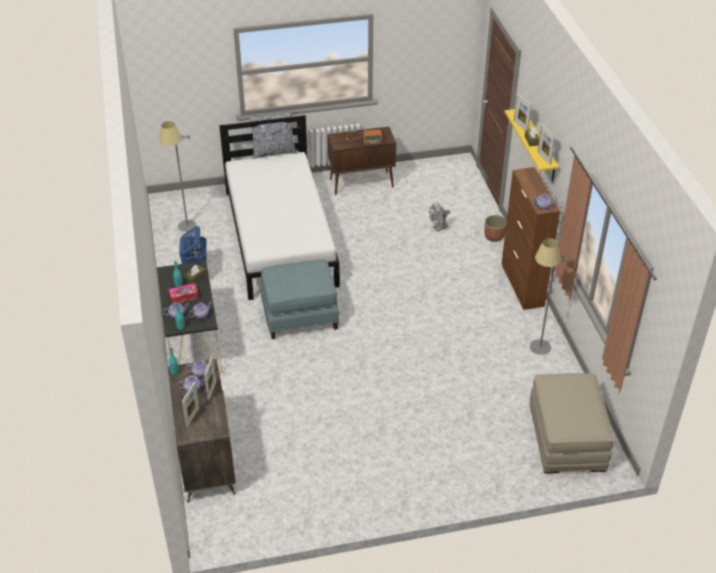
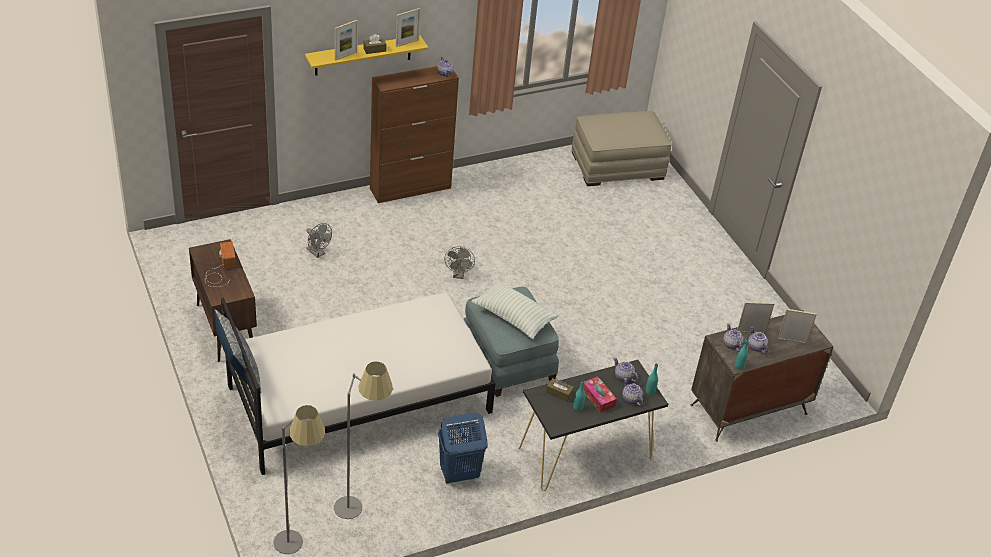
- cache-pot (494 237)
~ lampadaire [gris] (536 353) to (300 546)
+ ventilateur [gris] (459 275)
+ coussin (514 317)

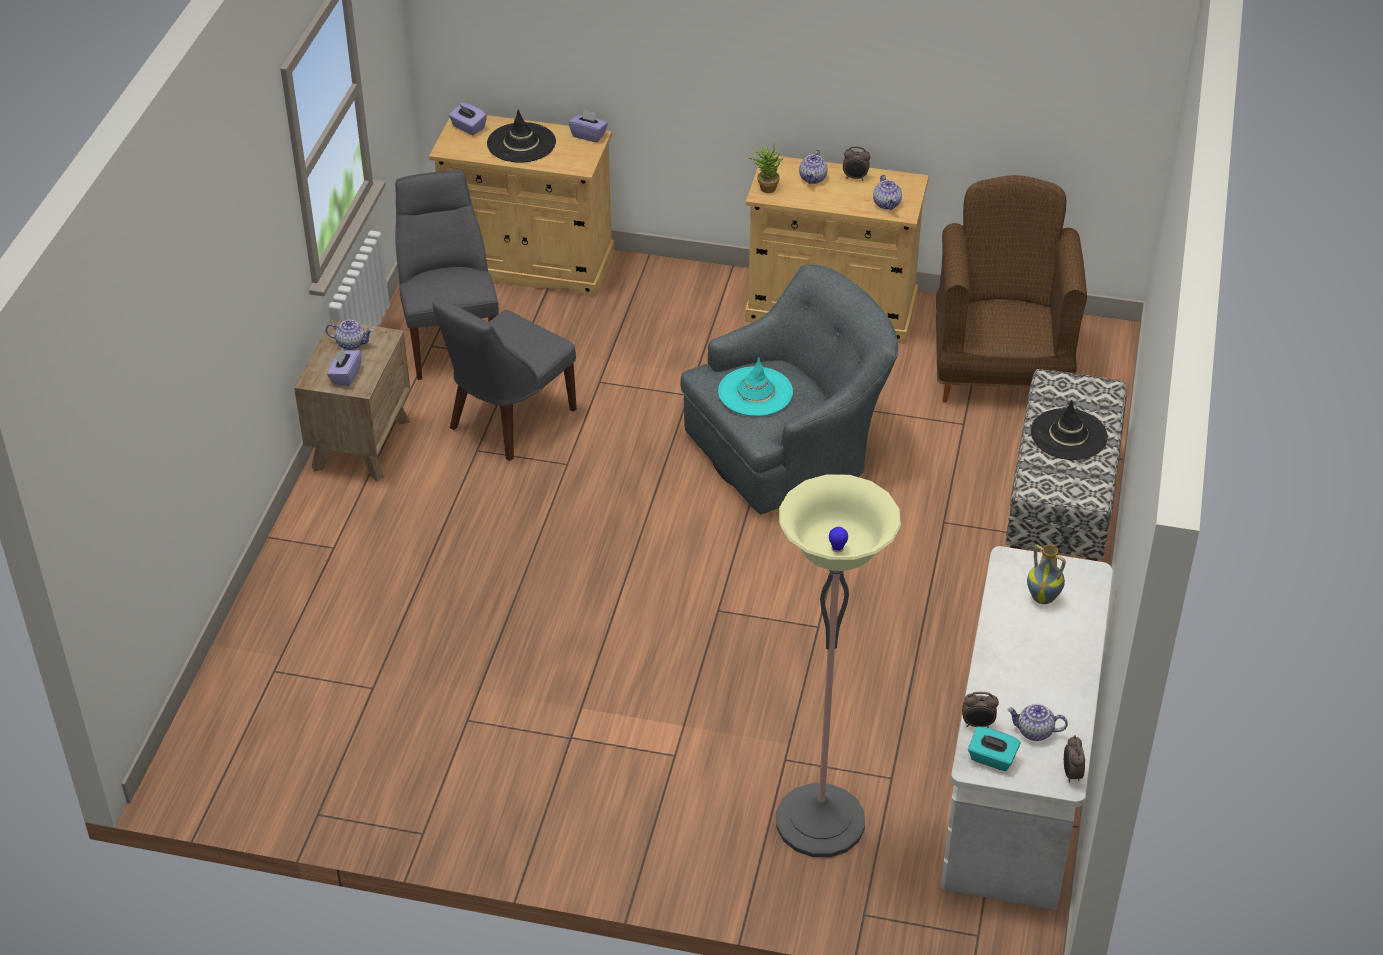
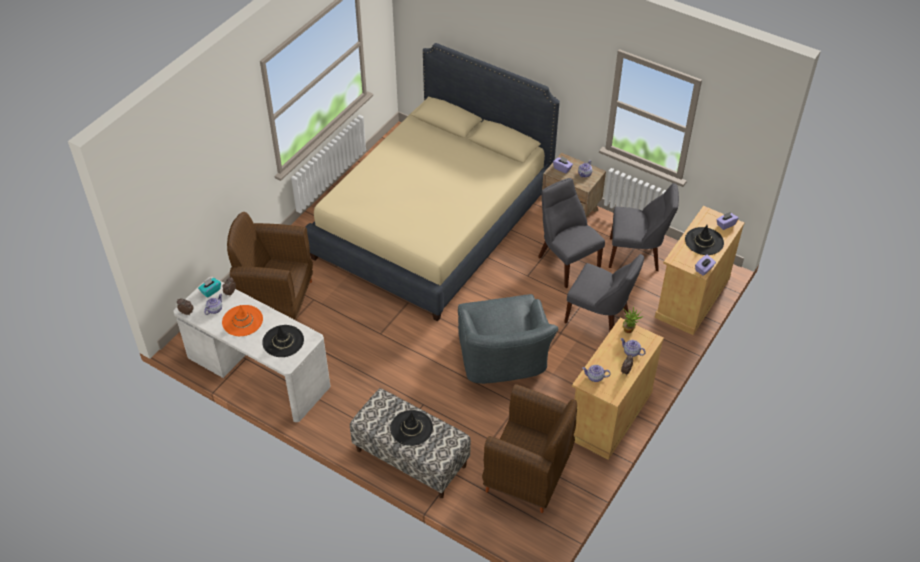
- chapeau [turquoise] (755 392)
~ lampadaire (820 821) to fauteuil [marron] (276 300)
~ vase (1043 597) to chapeau [noir] (283 341)
+ chapeau [orange] (242 321)
+ lit [beige] (434 223)
+ chaise [gris] (599 318)

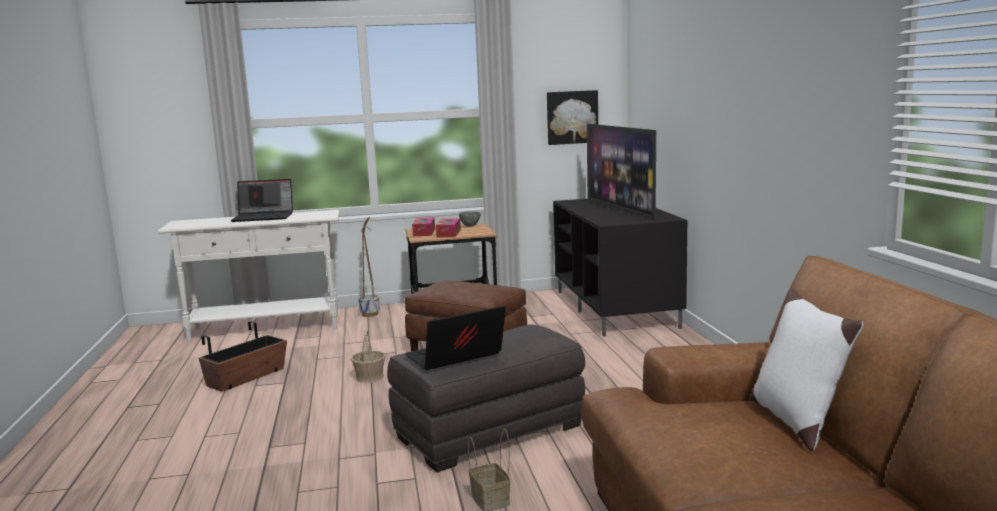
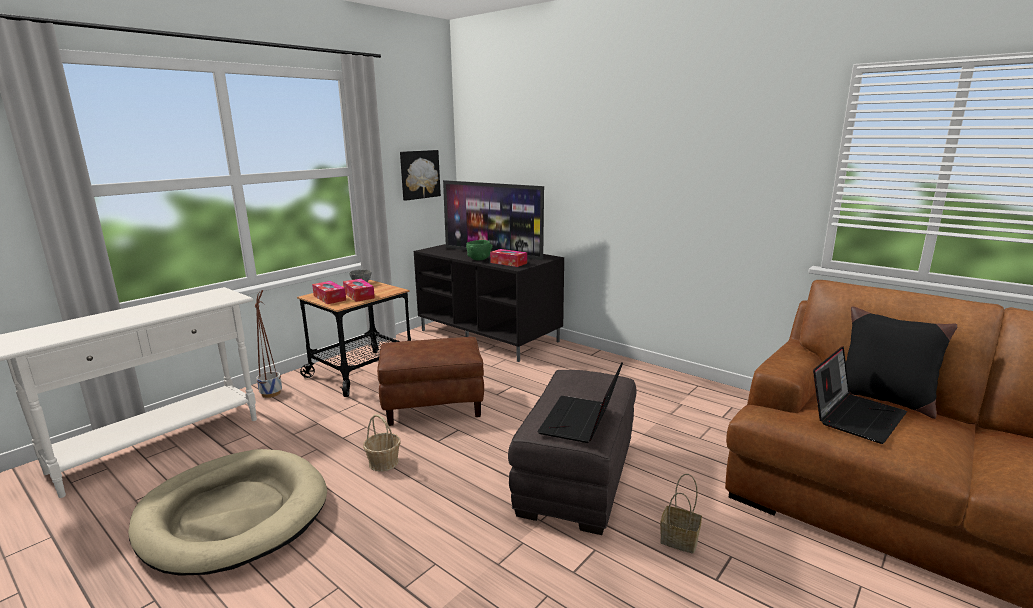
~ cache-pot (246 377) to panier pour chien [beige] (233 514)
~ ordinateur portable (264 217) to (855 416)
~ coussin [blanc] (796 421) to coussin [noir] (883 399)
+ bol [vert] (479 259)
+ boîte à mouchoirs (508 263)

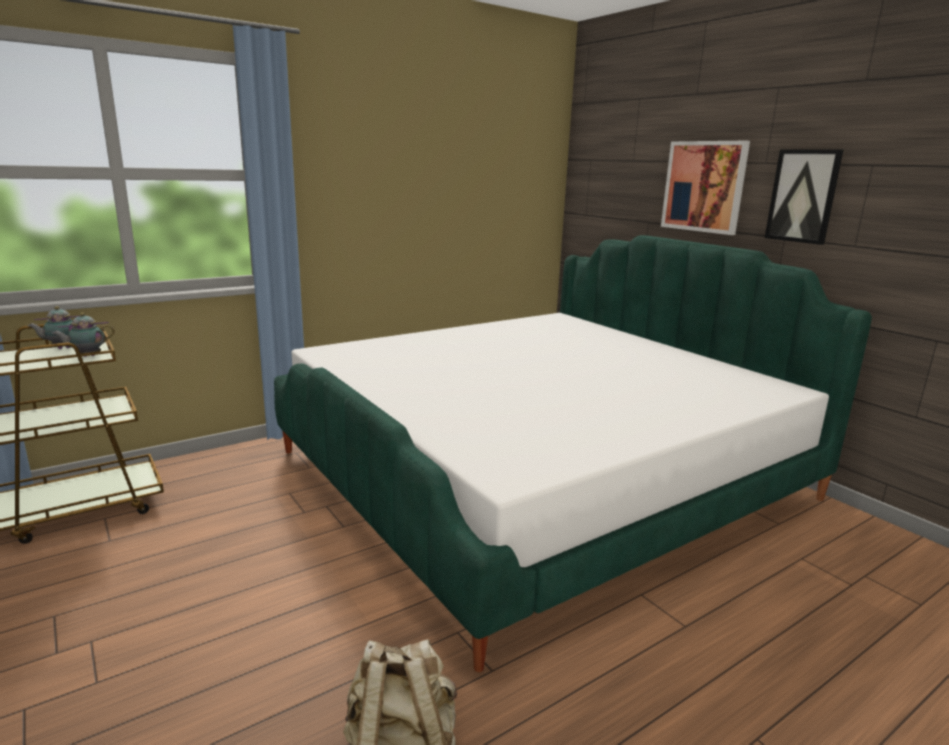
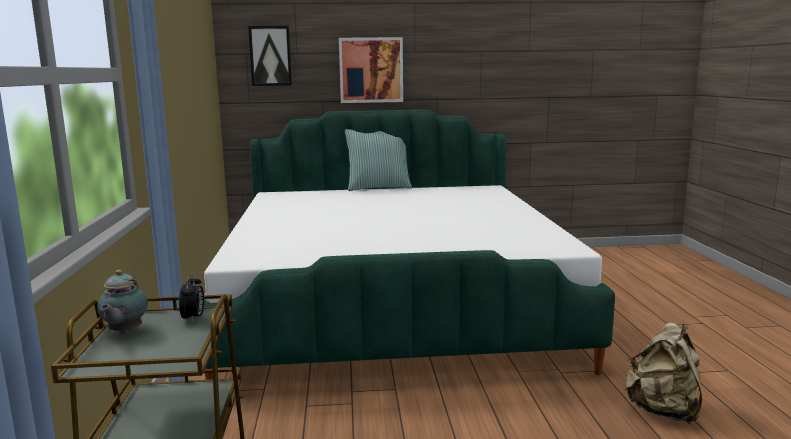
~ théière (87 356) to réveil (193 318)
~ tableau (803 196) to (270 56)
+ coussin (378 188)

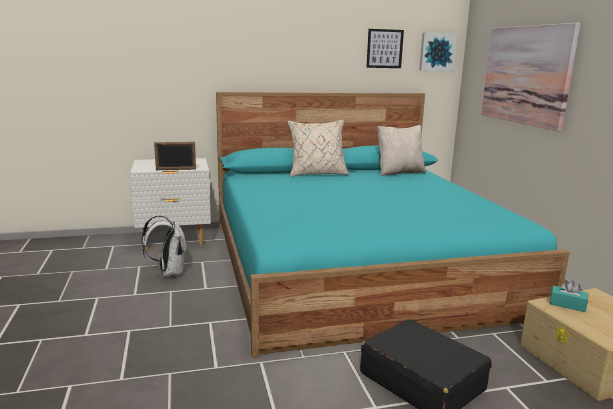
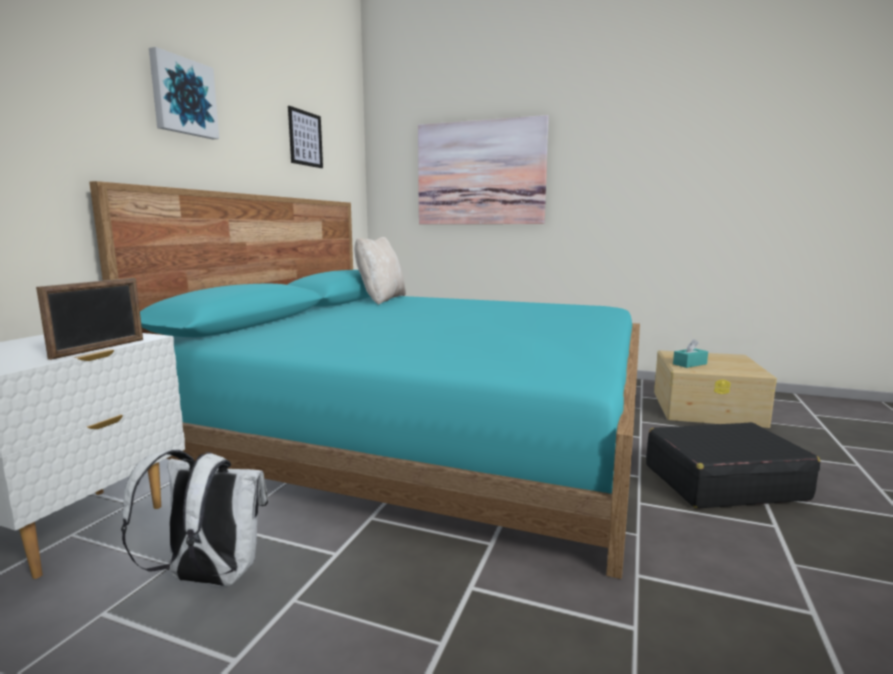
- coussin [beige] (317 174)
~ tableau (437 52) to (183 97)

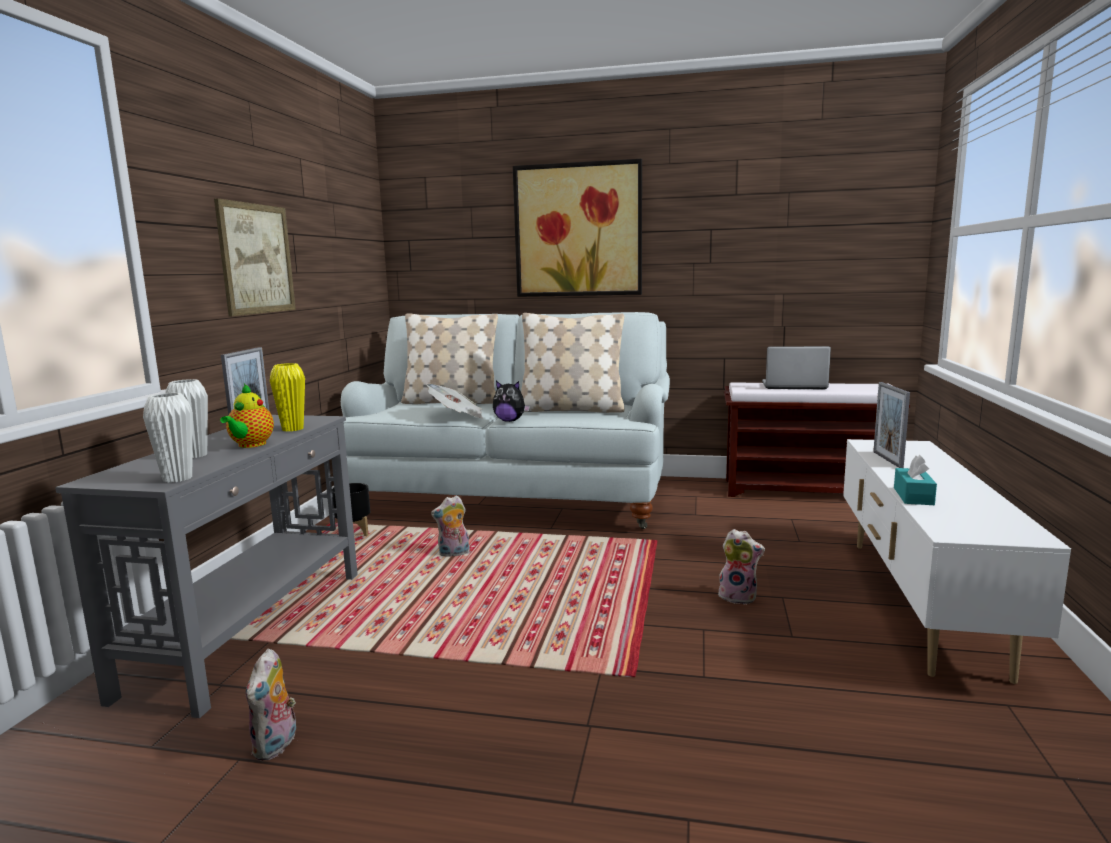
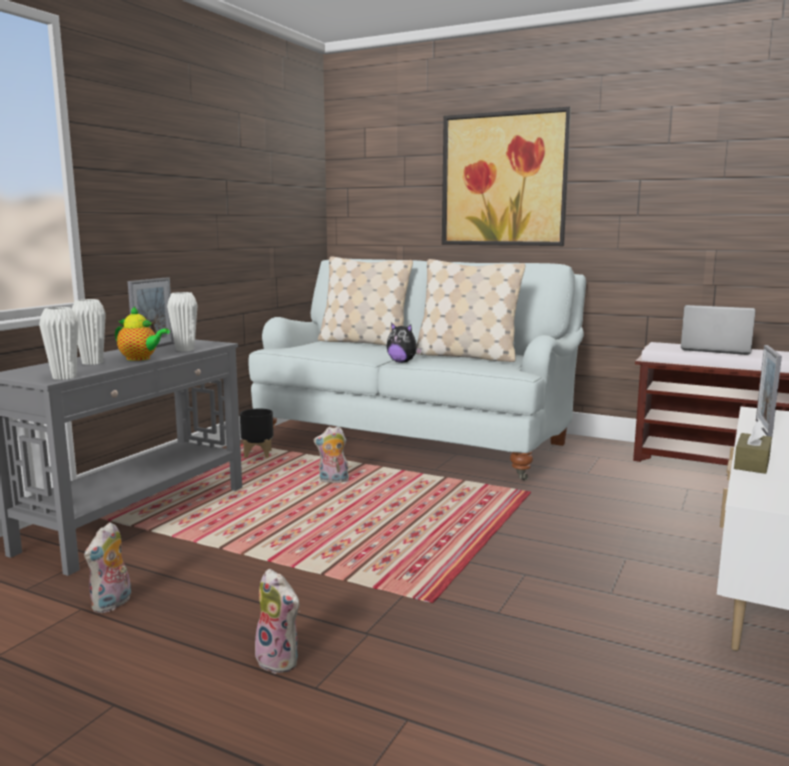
- tableau (256 259)
~ théière (250 445) = (140 359) 90 degrees counterclockwise
~ vase [jaune] (292 429) to vase [blanc] (185 350)
- journal (457 416)
~ peluche (739 597) to (281 660)
~ boîte à mouchoirs [turquoise] (913 496) to boîte à mouchoirs [marron] (752 463)

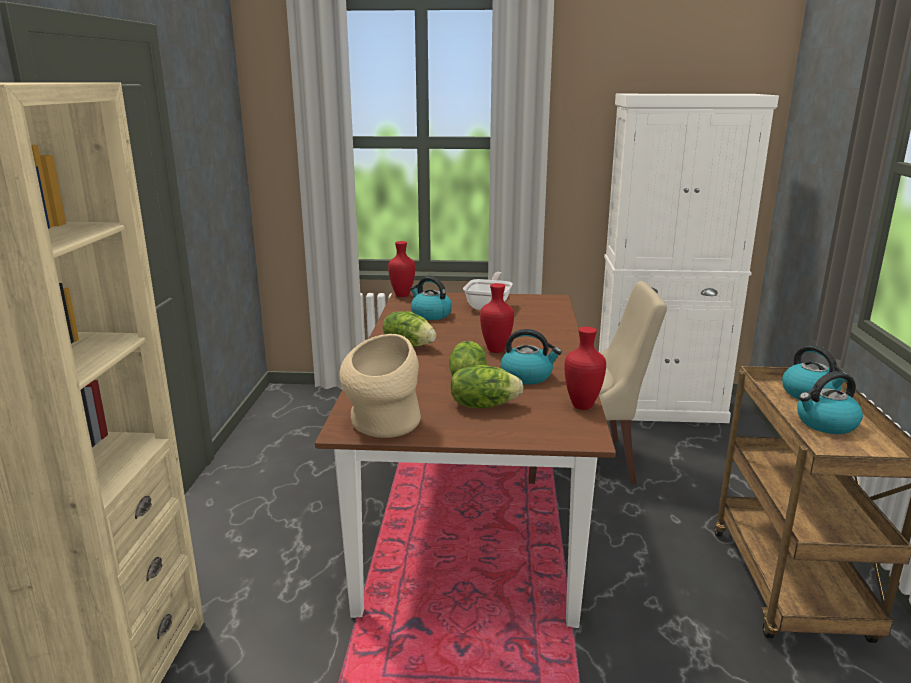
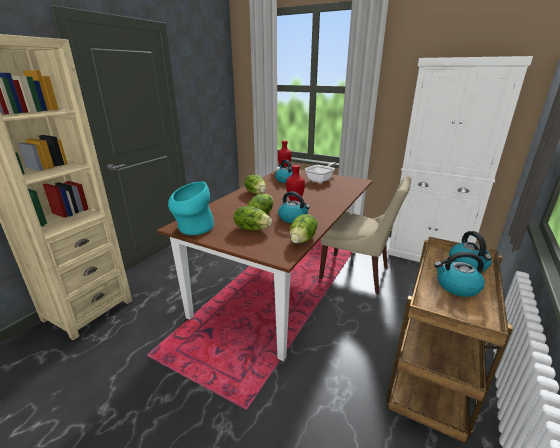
~ vase [beige] (382 426) to vase [turquoise] (193 229)
~ vase [rouge] (583 406) to laitue (303 240)

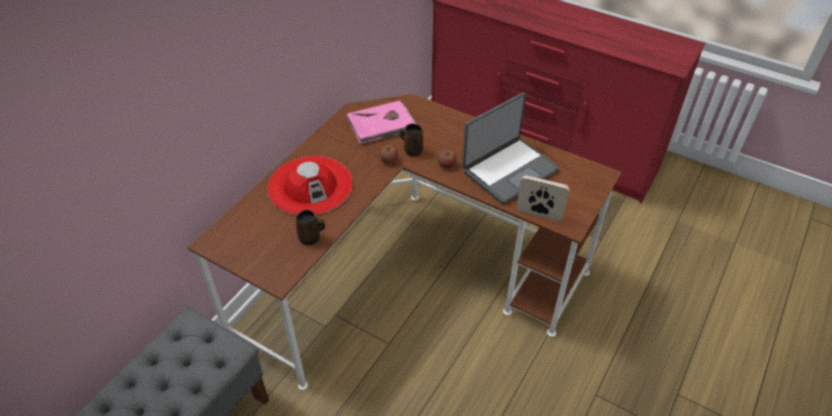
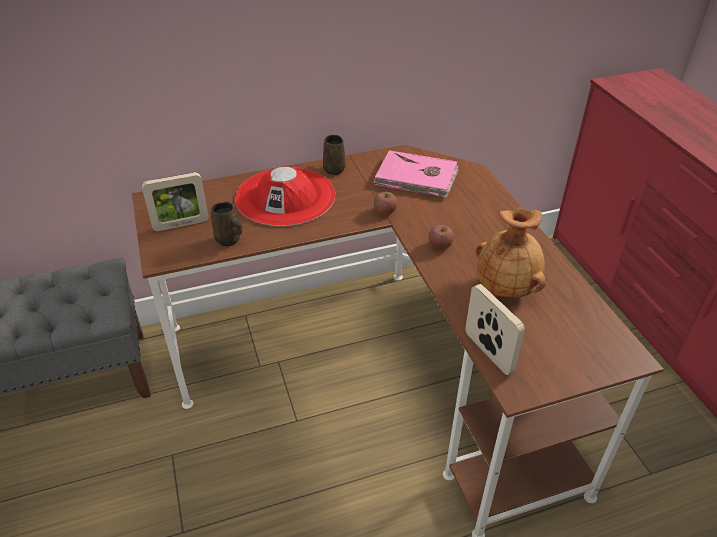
~ mug [marron] (412 150) to (334 169)
~ ordinateur portable (509 170) to vase [marron] (506 287)
+ cadre photo (181 224)

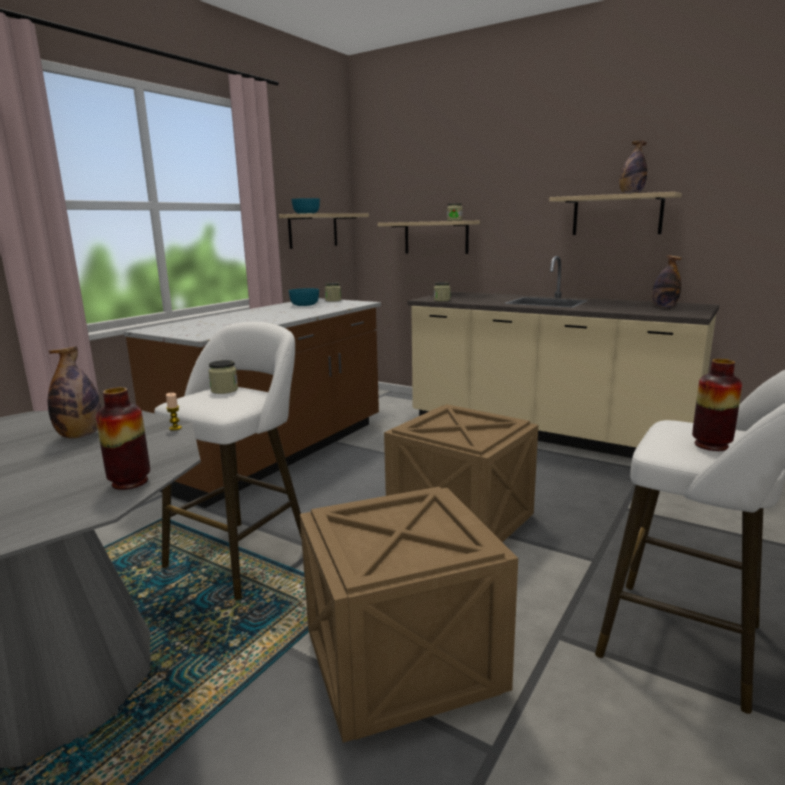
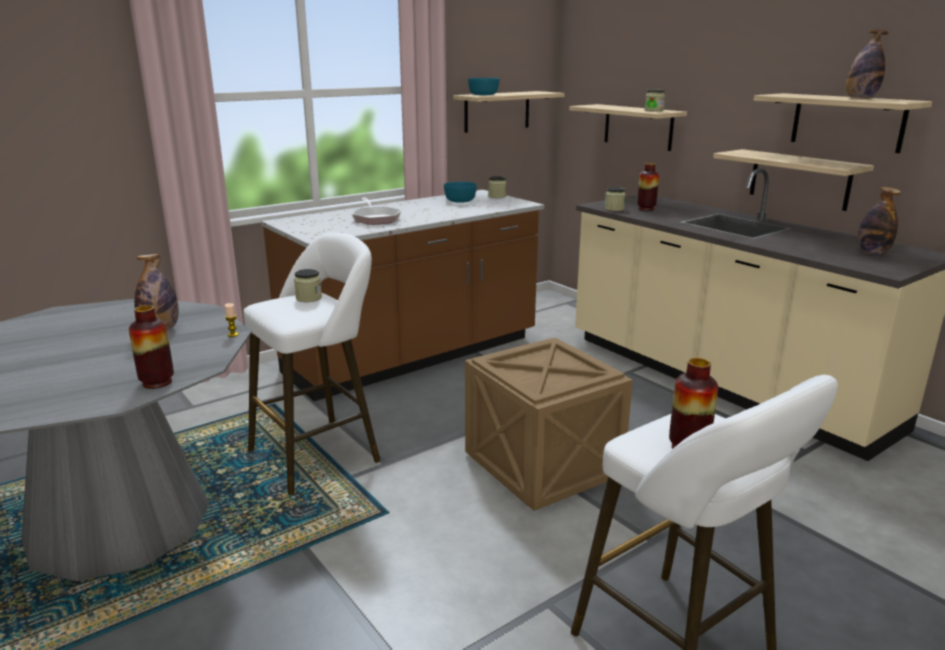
- caisse (405 661)
+ poêle (376 218)
+ vase (646 209)
+ étagère (799 179)

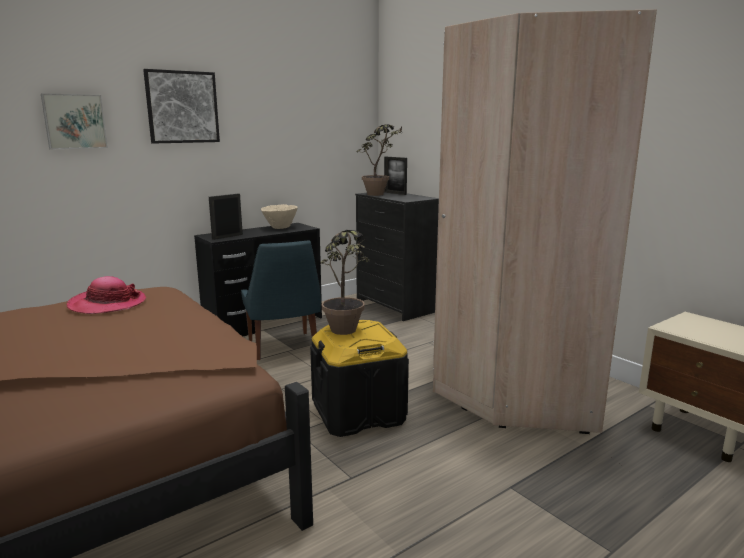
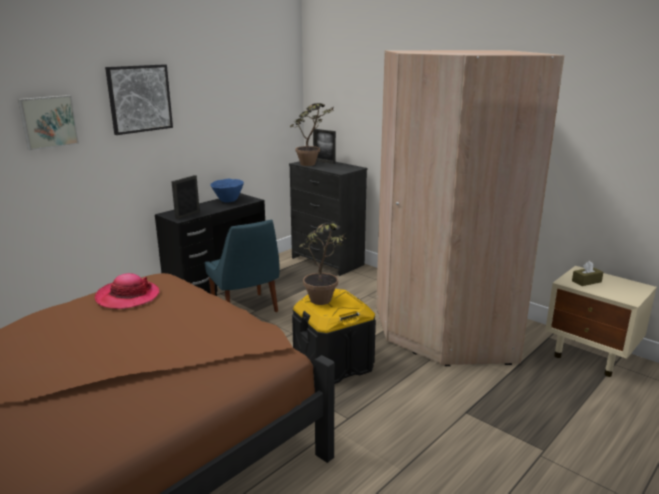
~ bol [beige] (280 227) to bol [bleu] (228 201)
+ boîte à mouchoirs [marron] (586 281)

